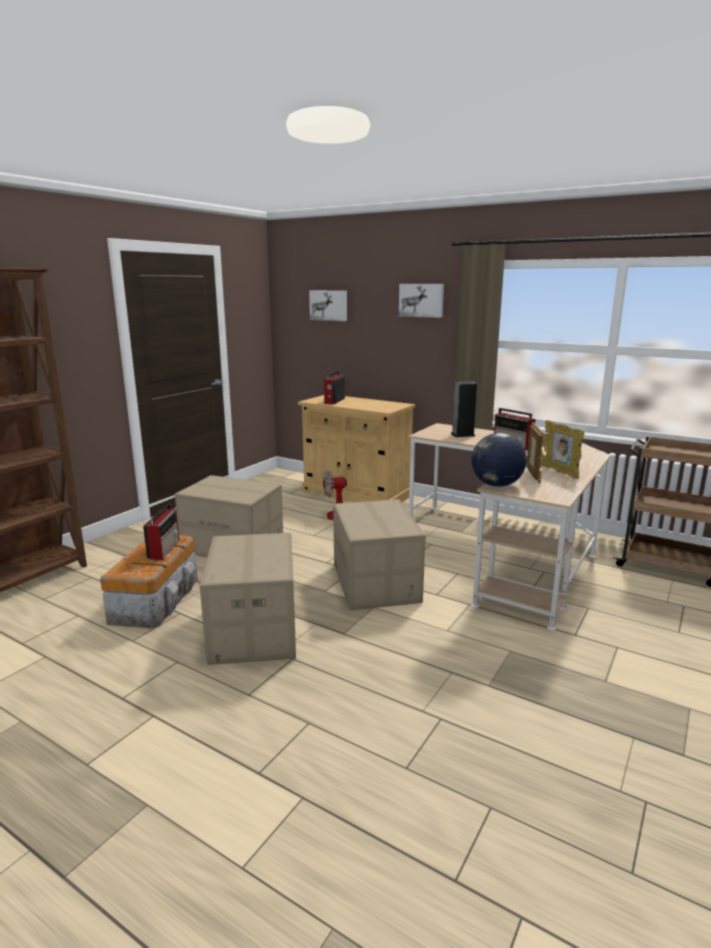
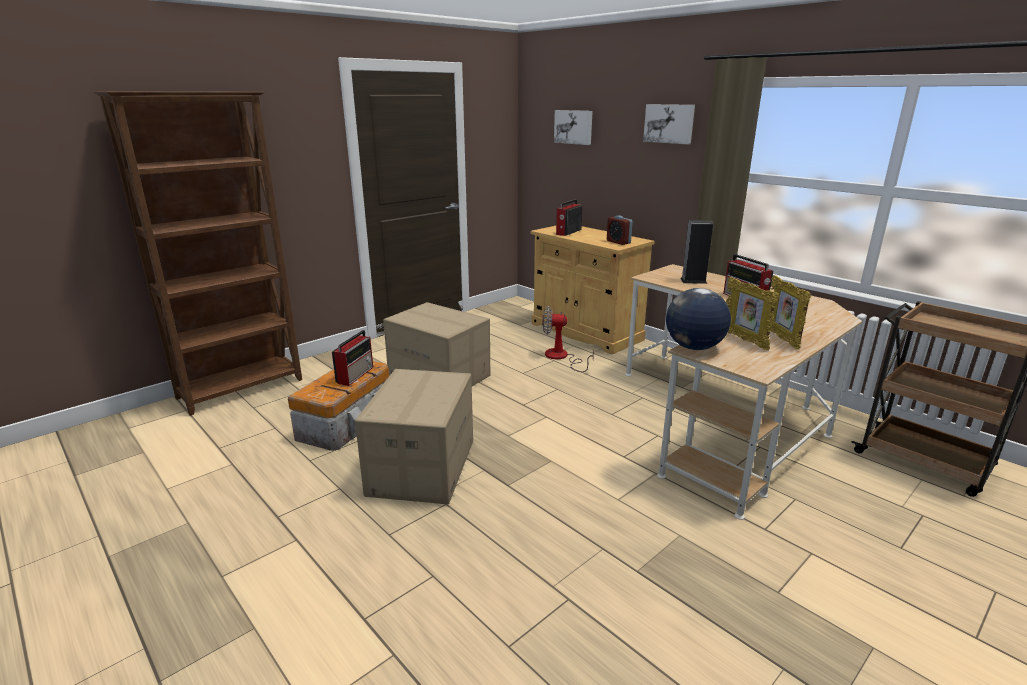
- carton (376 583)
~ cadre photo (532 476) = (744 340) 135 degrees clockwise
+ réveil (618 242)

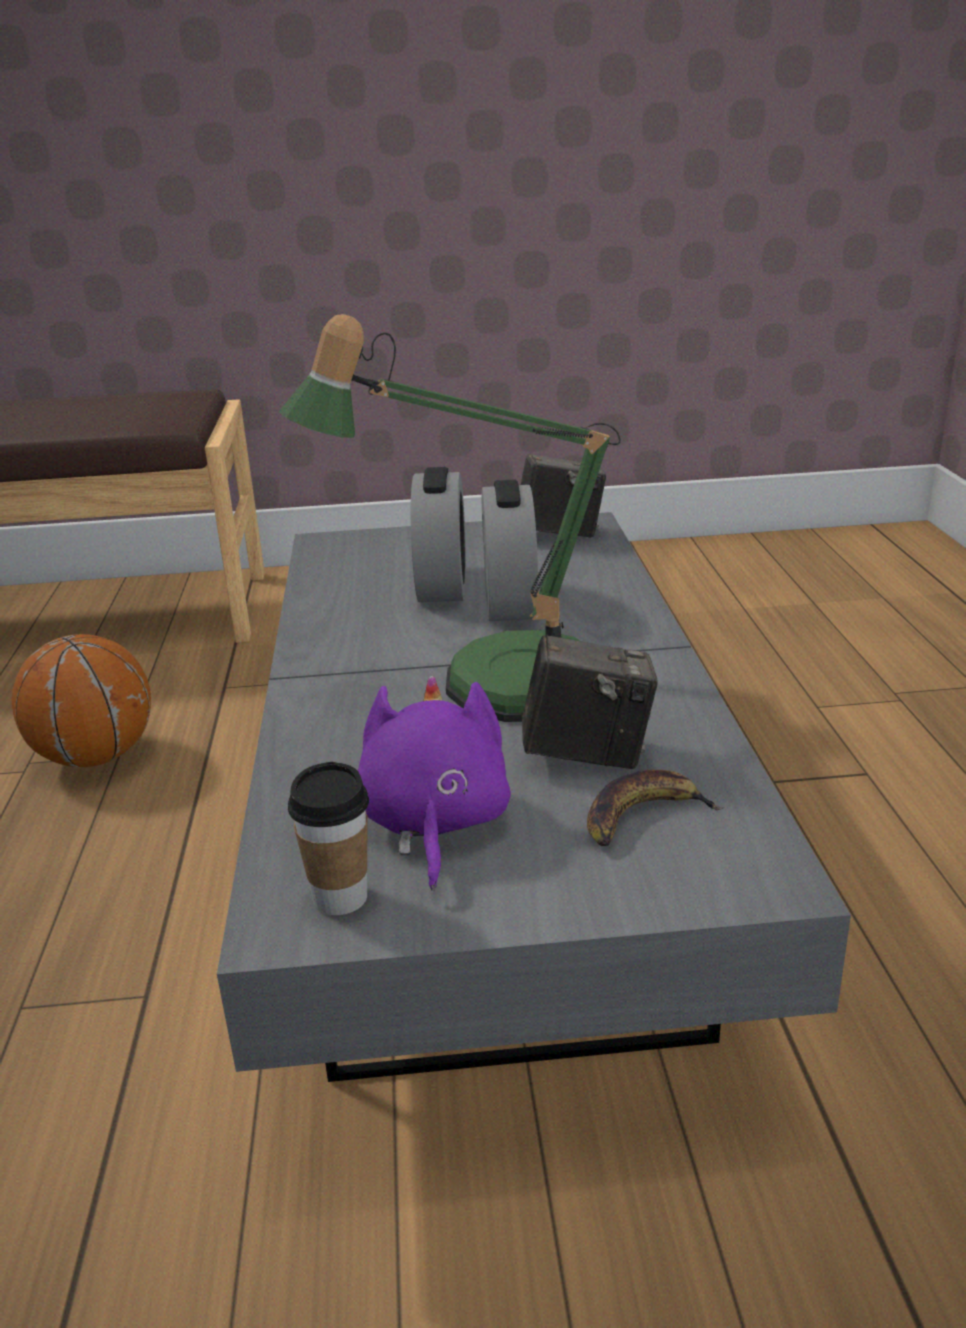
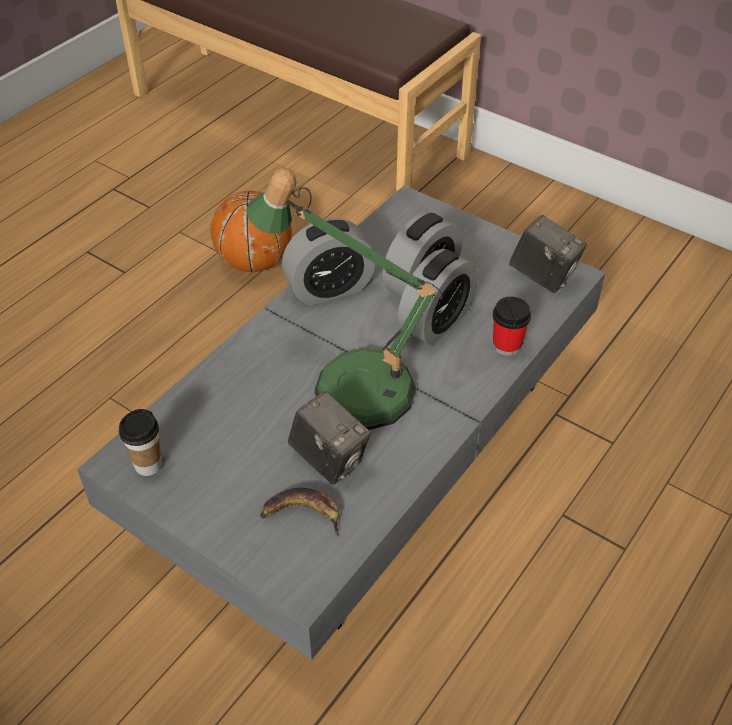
- peluche [violet] (433 824)
+ réveil (329 288)
+ tasse (507 345)

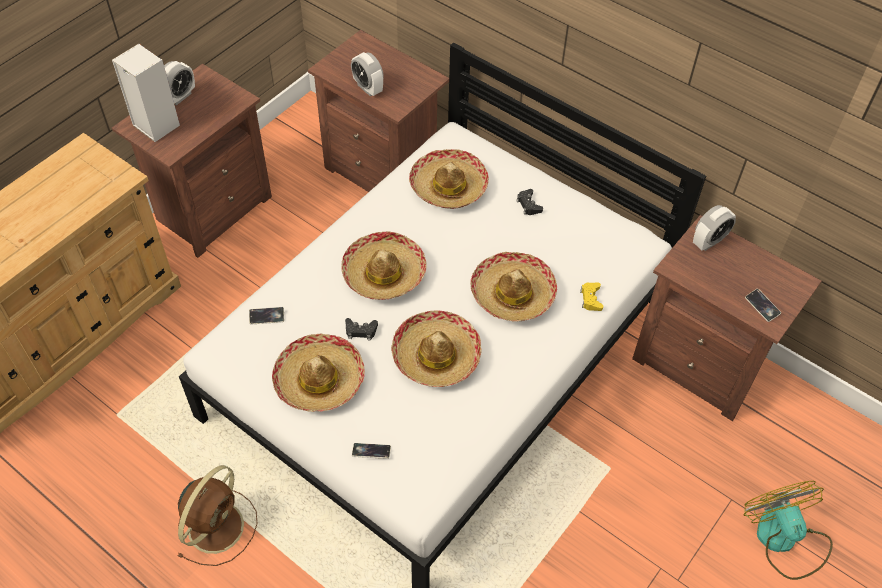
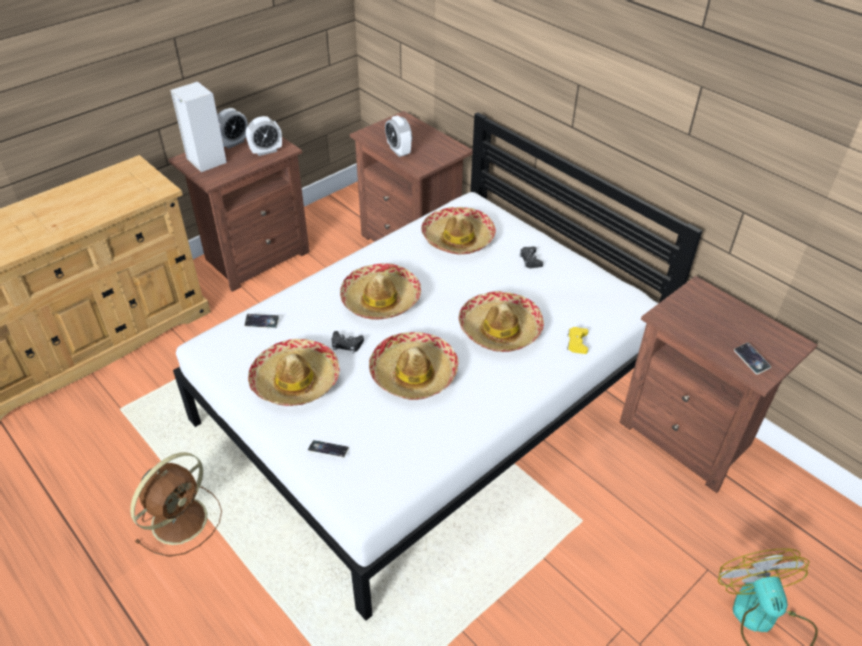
~ réveil (709 241) to (266 151)

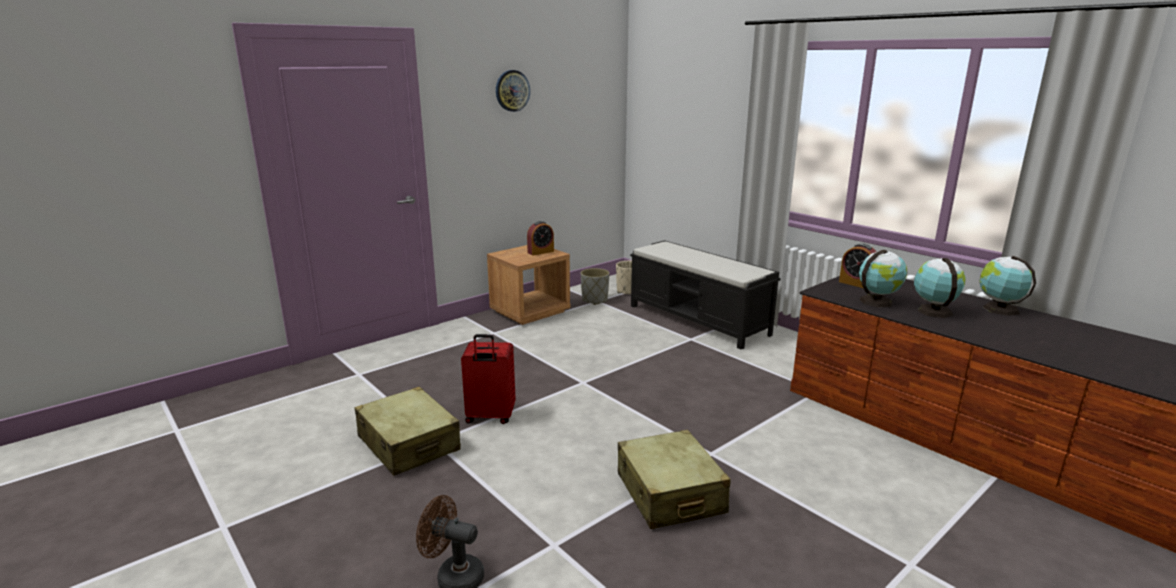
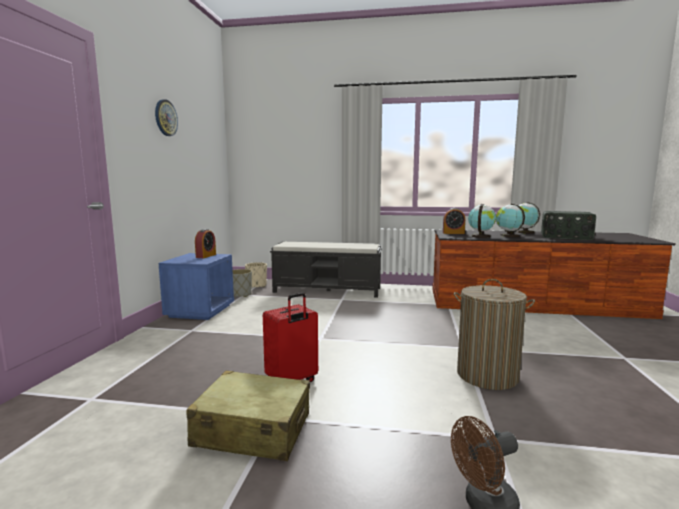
~ table de chevet [marron] (530 311) to table de chevet [bleu] (200 311)
~ valise [beige] (669 494) to panier à linge (487 375)
+ radio (565 237)

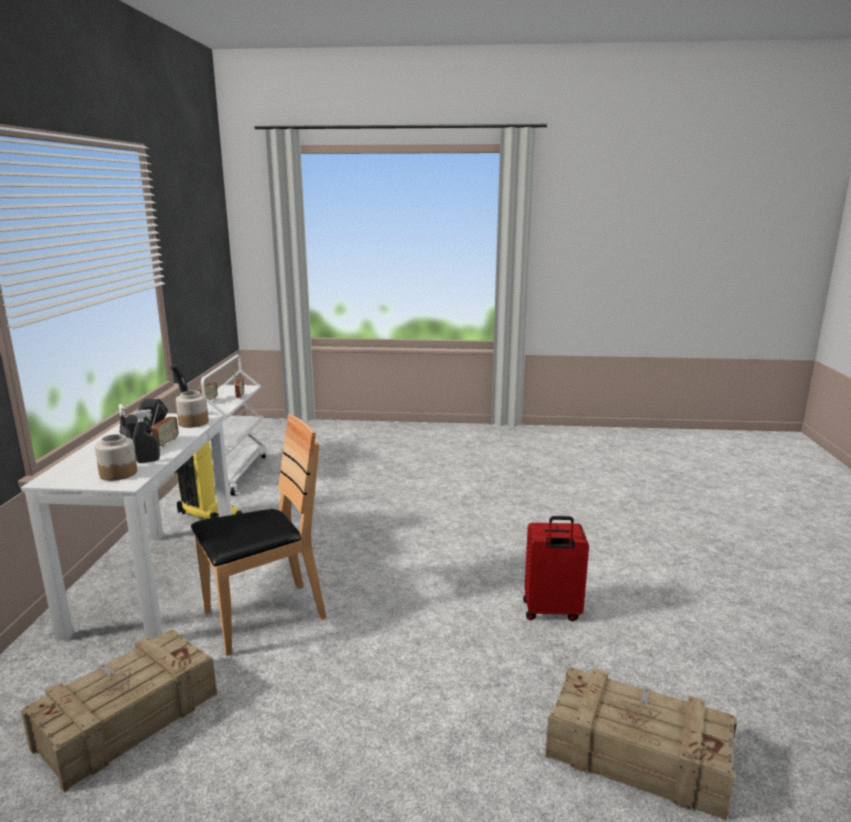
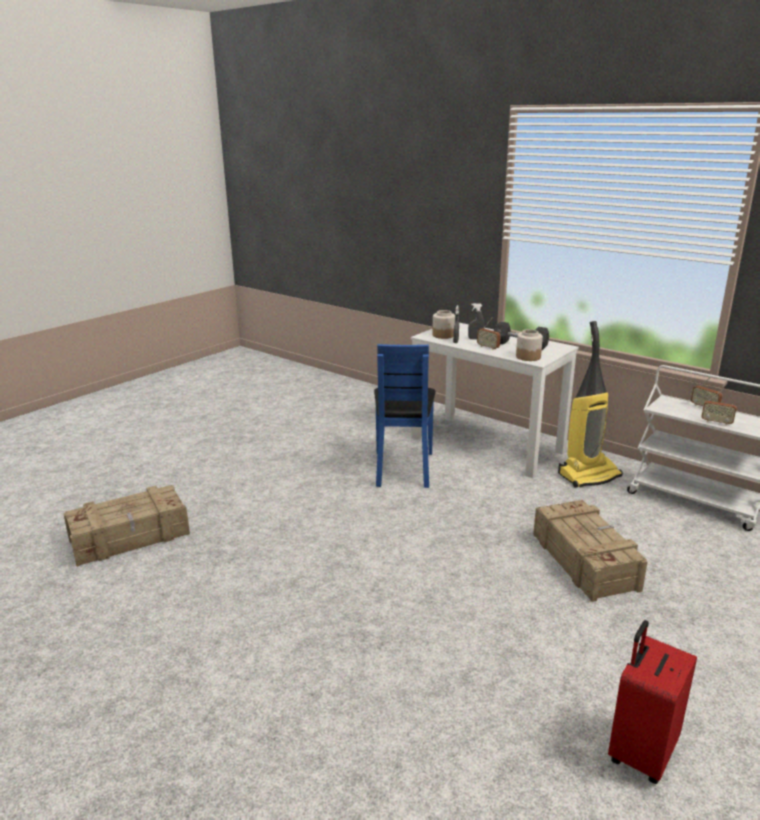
~ caisse (126 720) to (584 560)
~ chaise [marron] (264 617) to chaise [bleu] (403 468)
~ valise [rouge] (551 611) to (640 752)

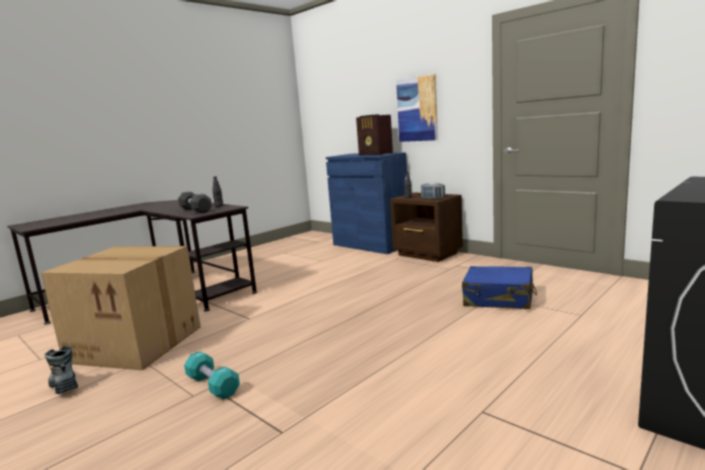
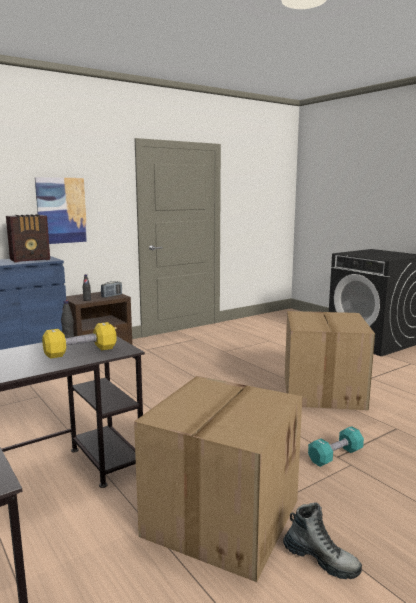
~ botte (64 385) = (321 560) 120 degrees counterclockwise
~ haltère [noir] (195 210) to haltère [jaune] (80 352)
- valise [bleu] (498 299)
+ carton (321 391)

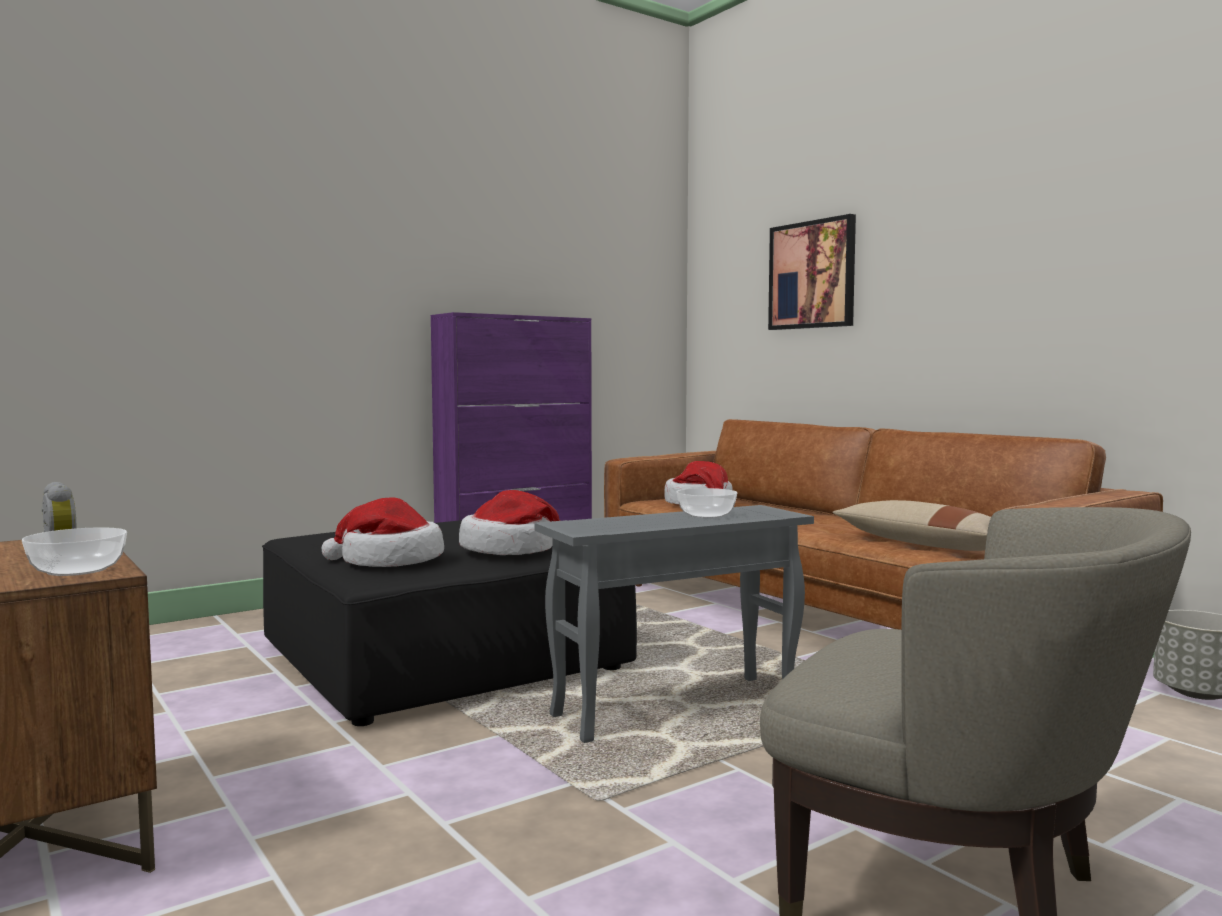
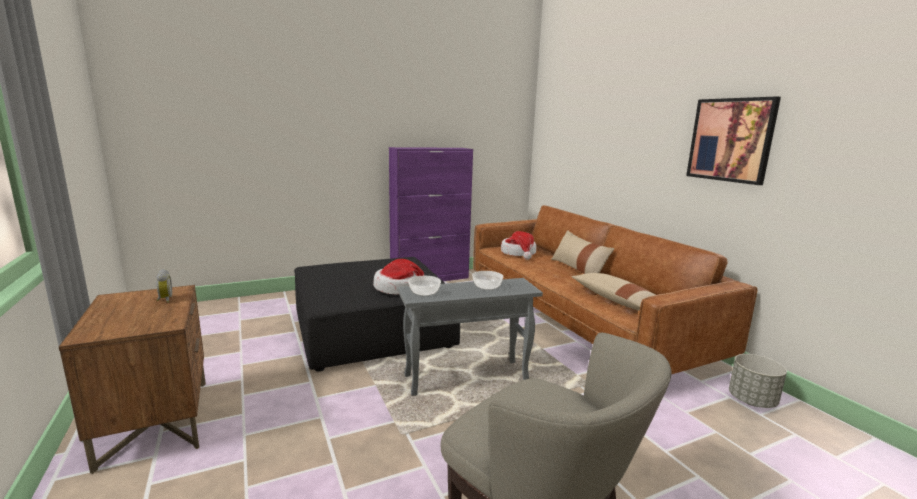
~ bol (76 570) to (424 292)
- chapeau (389 561)
~ tableau (812 275) to (731 140)
+ coussin [beige] (578 269)

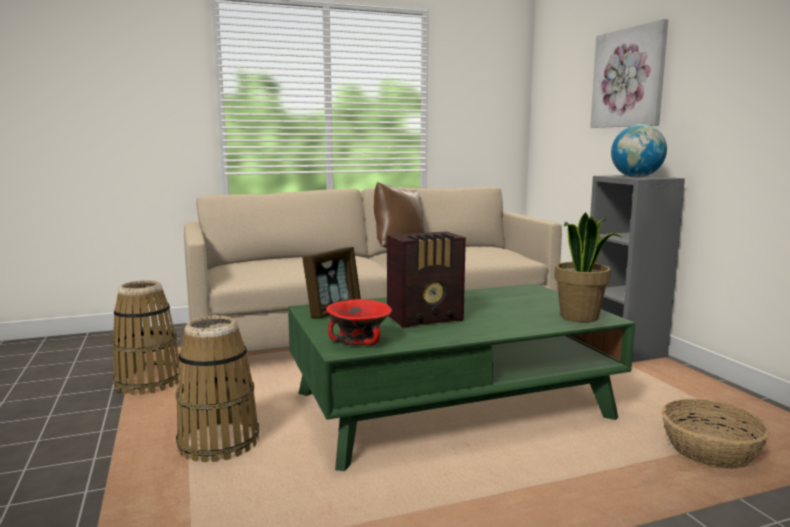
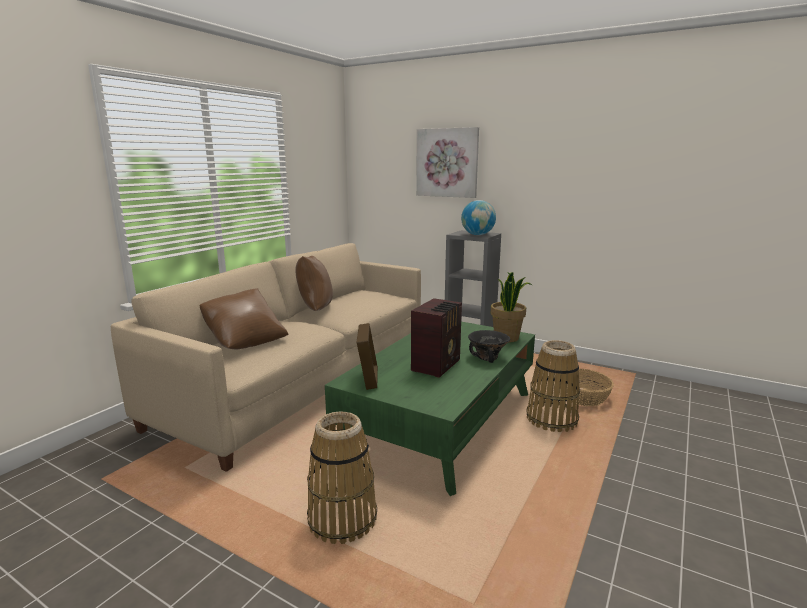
~ panier (149 382) to (551 419)
- bol [rouge] (358 341)
+ coussin [marron] (245 341)
+ bol [noir] (488 357)

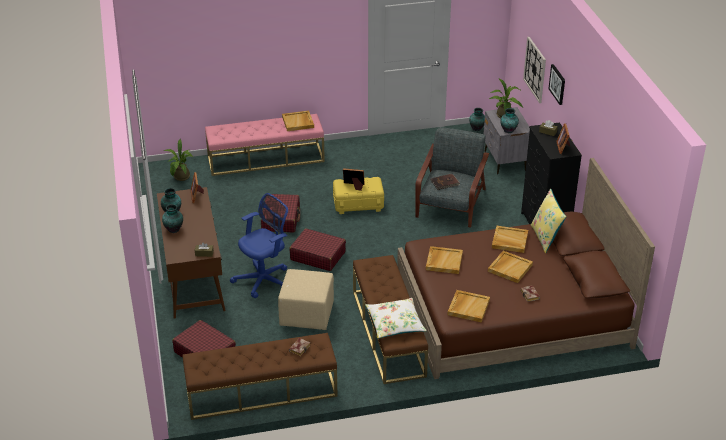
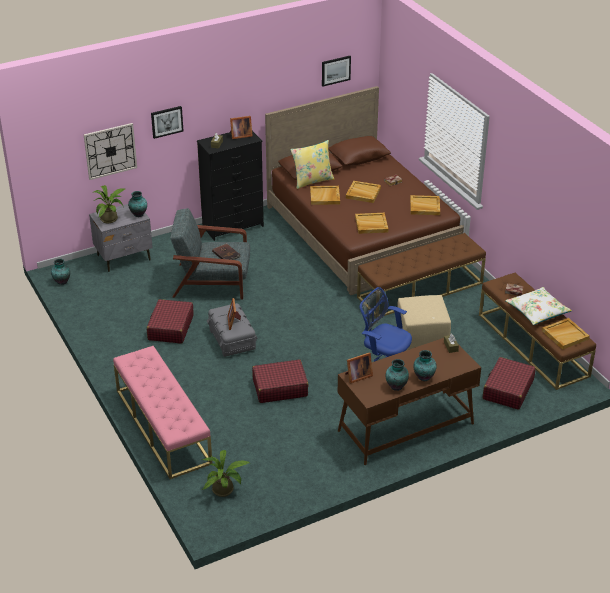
~ plateau [beige] (298 122) to (565 335)
~ valise [rouge] (317 256) to (170 328)
~ boîte de rangement [jaune] (358 204) to boîte de rangement [gris] (232 339)
~ coussin [blanc] (395 323) to (537 311)
+ tableau (335 70)

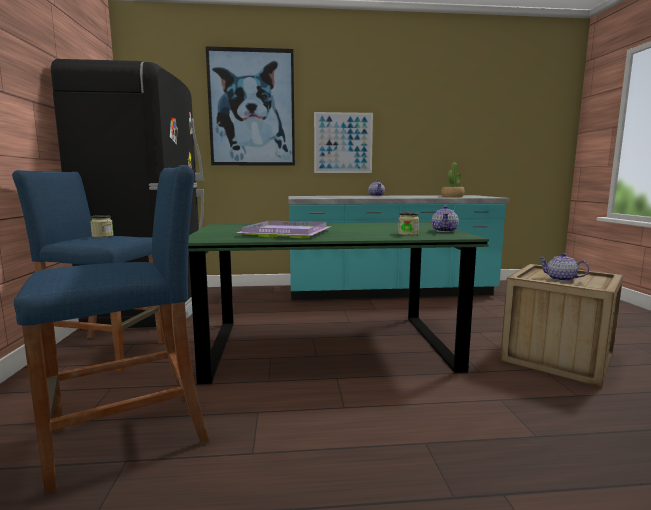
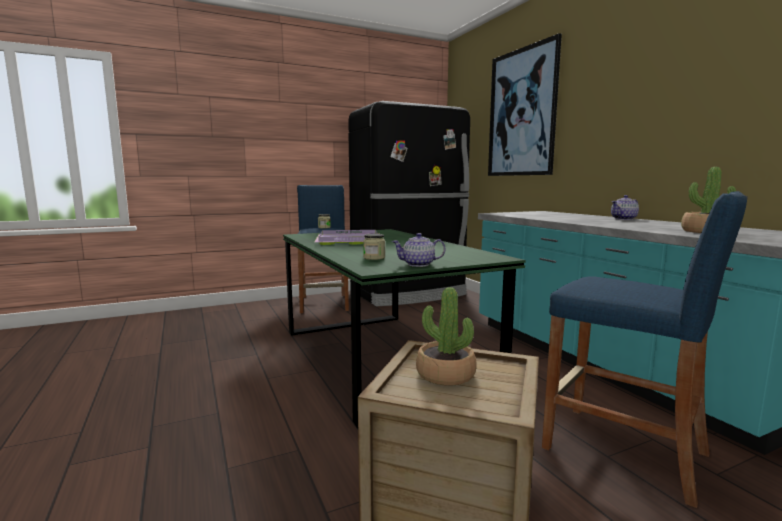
~ tabouret [bleu] (129 436) to (623 450)
- tableau (343 143)
~ théière (561 279) to plante en pot (445 374)

